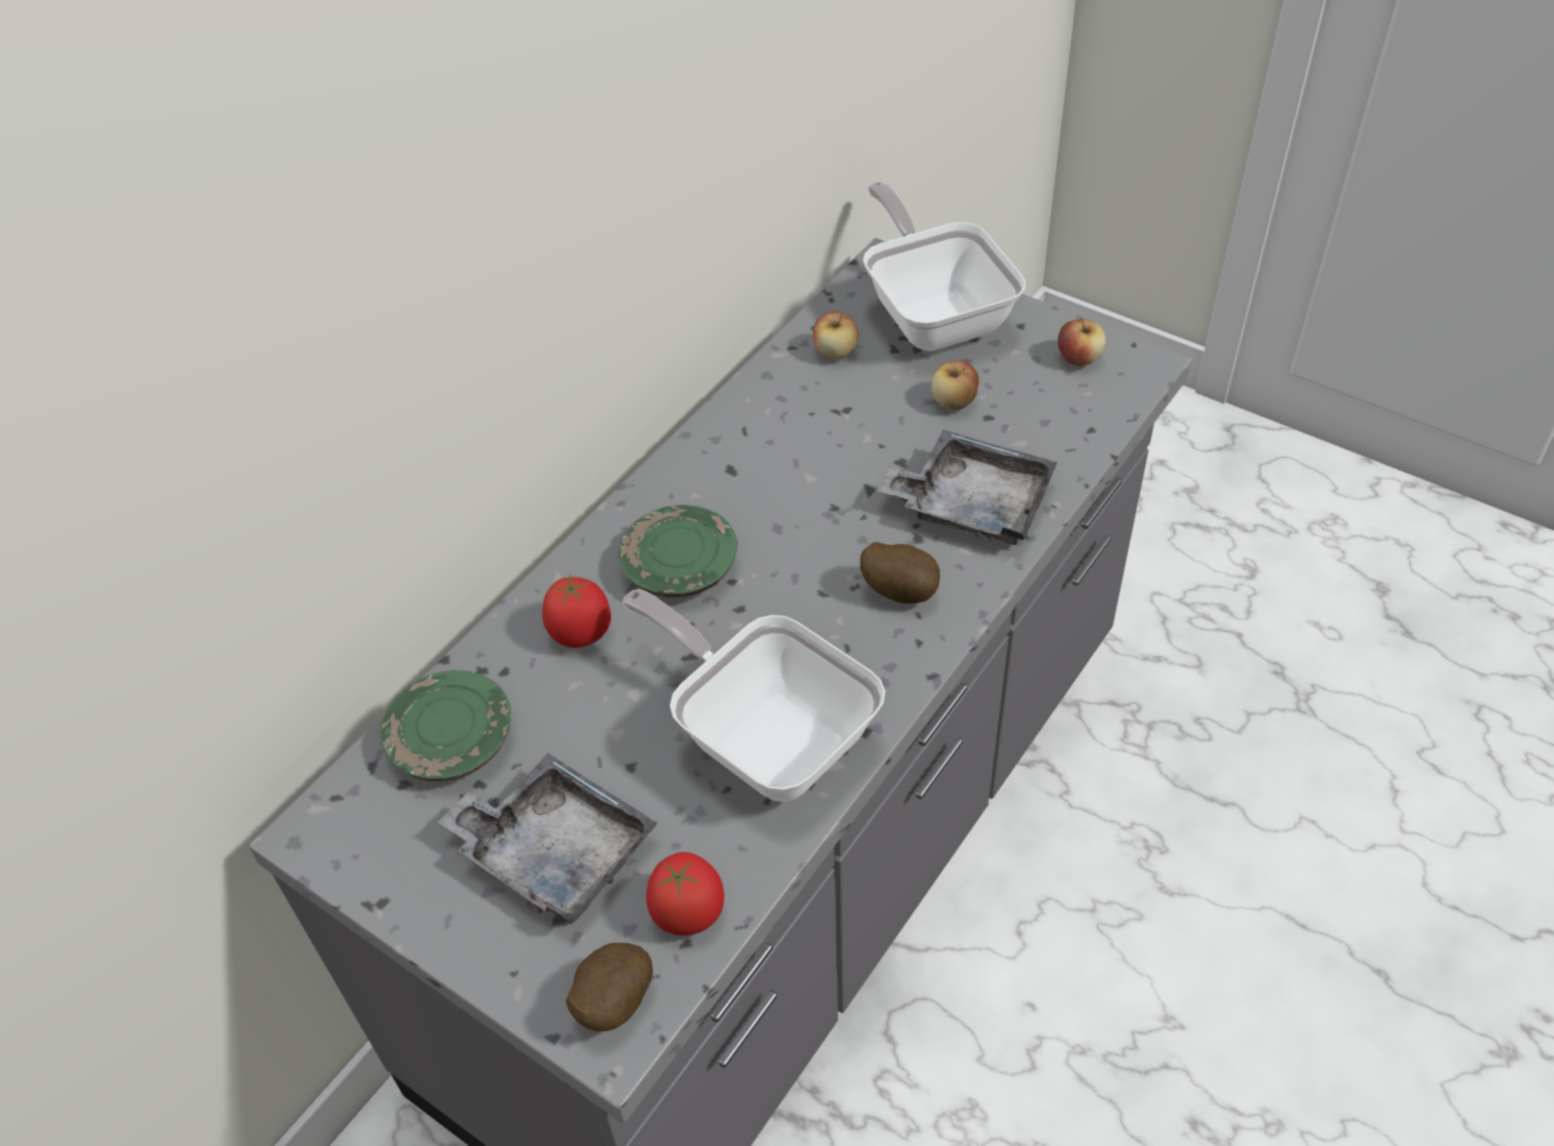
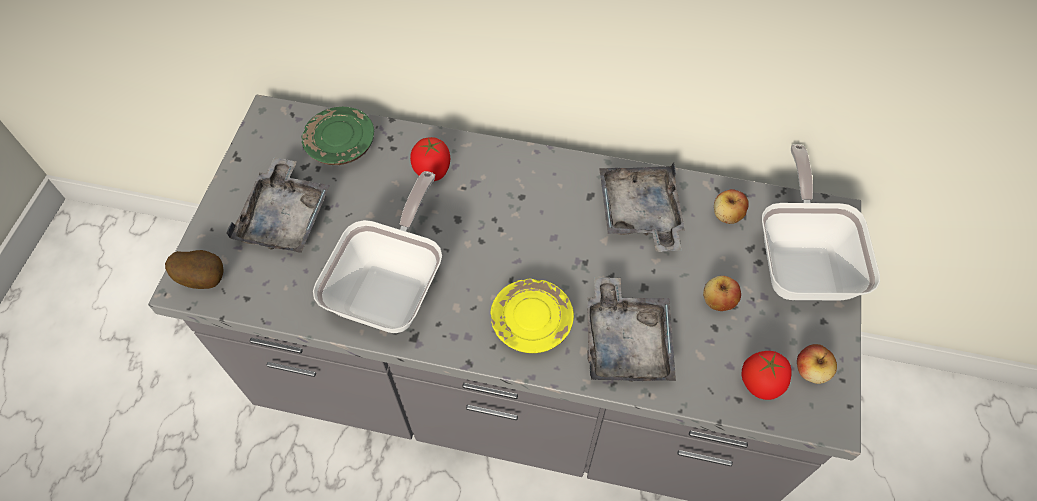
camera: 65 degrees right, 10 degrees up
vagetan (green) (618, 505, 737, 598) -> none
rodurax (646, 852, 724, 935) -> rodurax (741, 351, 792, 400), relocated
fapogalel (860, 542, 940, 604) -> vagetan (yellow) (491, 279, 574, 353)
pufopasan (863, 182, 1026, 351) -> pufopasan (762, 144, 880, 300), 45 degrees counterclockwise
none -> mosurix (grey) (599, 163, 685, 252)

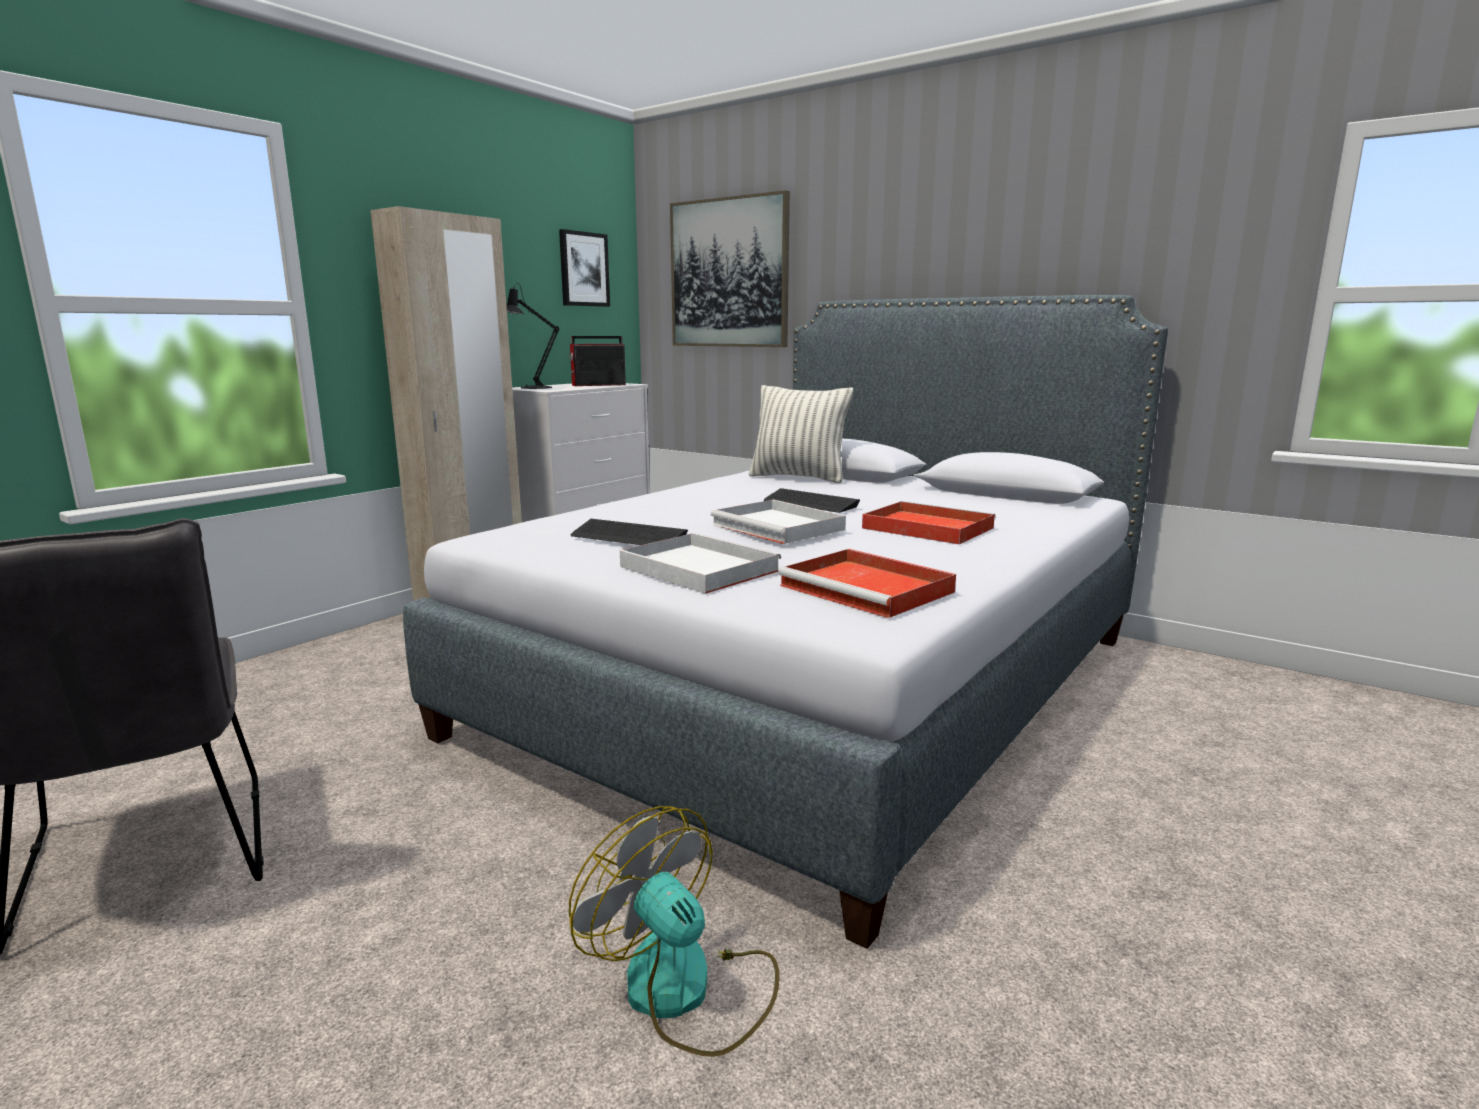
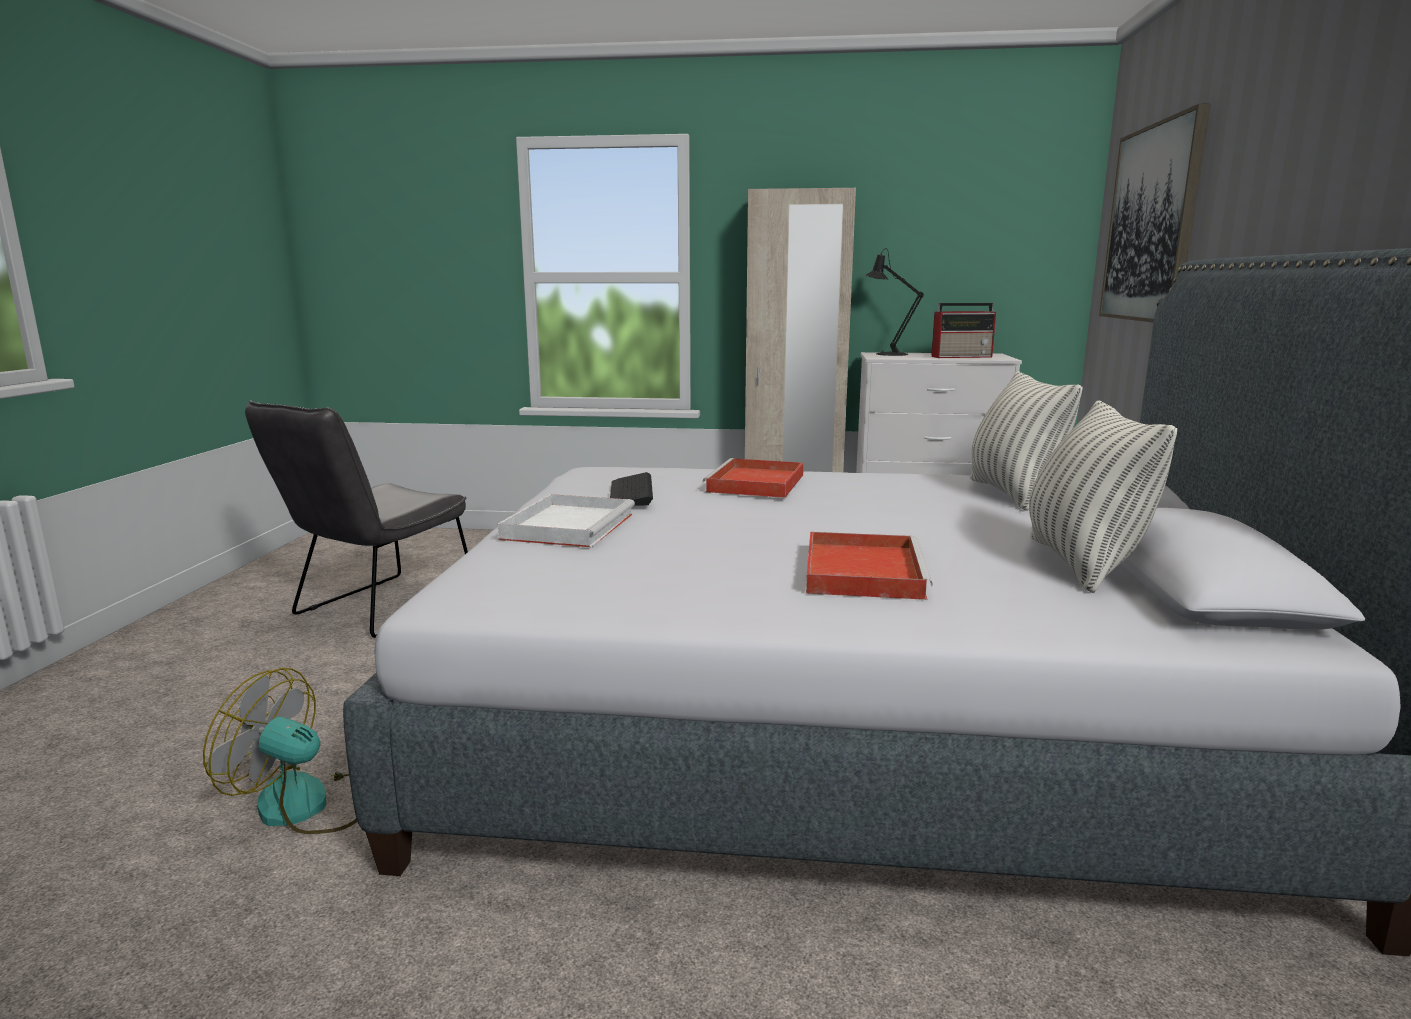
camera: 60 degrees right, 0 degrees up
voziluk (559, 229, 610, 307) -> none
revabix (569, 336, 626, 386) -> revabix (931, 303, 996, 358), 135 degrees clockwise
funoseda (569, 806, 779, 1057) -> funoseda (203, 668, 357, 834), 90 degrees counterclockwise
mosurix (white) (711, 500, 846, 544) -> none
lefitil (764, 488, 860, 513) -> none
mosurix (red) (778, 549, 956, 618) -> mosurix (red) (702, 458, 804, 498), relocated
none -> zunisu (1029, 400, 1177, 593)

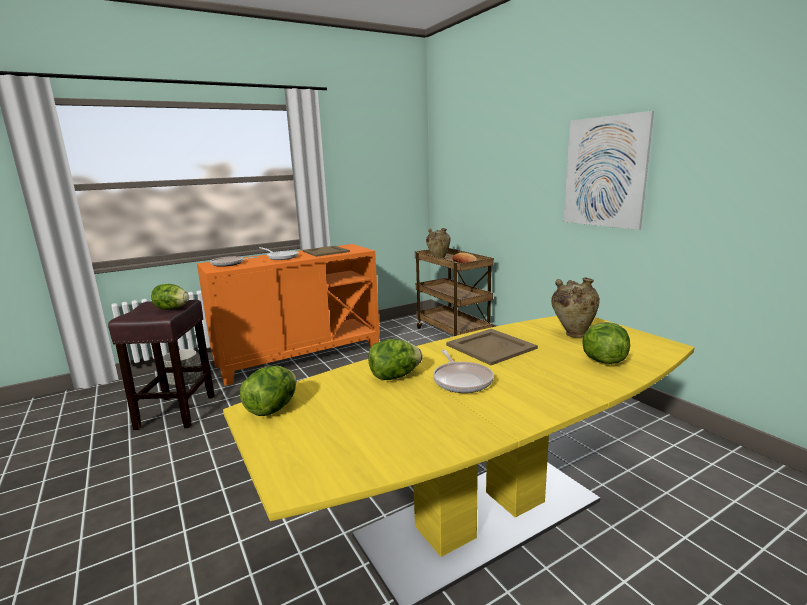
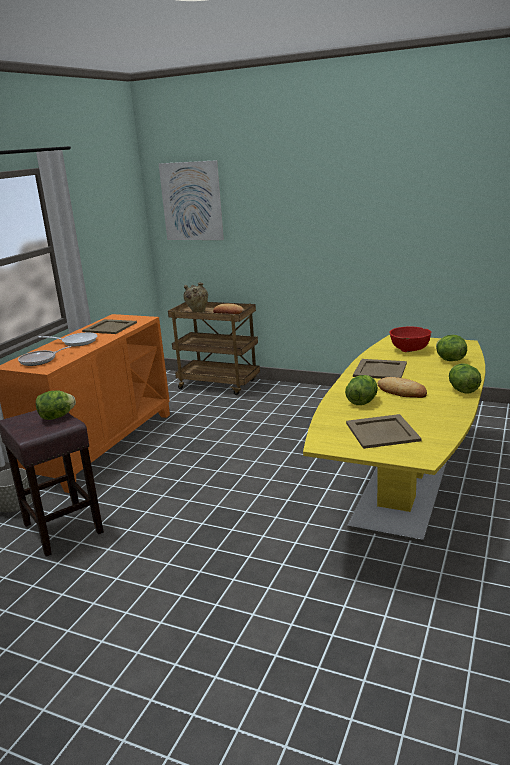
camera: 35 degrees left, 5 degrees up
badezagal (240, 366, 296, 416) -> badezagal (449, 363, 481, 394), relocated
pufopasan (433, 350, 494, 393) -> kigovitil (378, 377, 427, 398)
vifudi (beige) (551, 277, 600, 337) -> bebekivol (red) (389, 327, 432, 352)
voziluk (564, 111, 654, 230) -> voziluk (159, 160, 224, 240), relocated
none -> mosurix (beige) (346, 414, 422, 449)

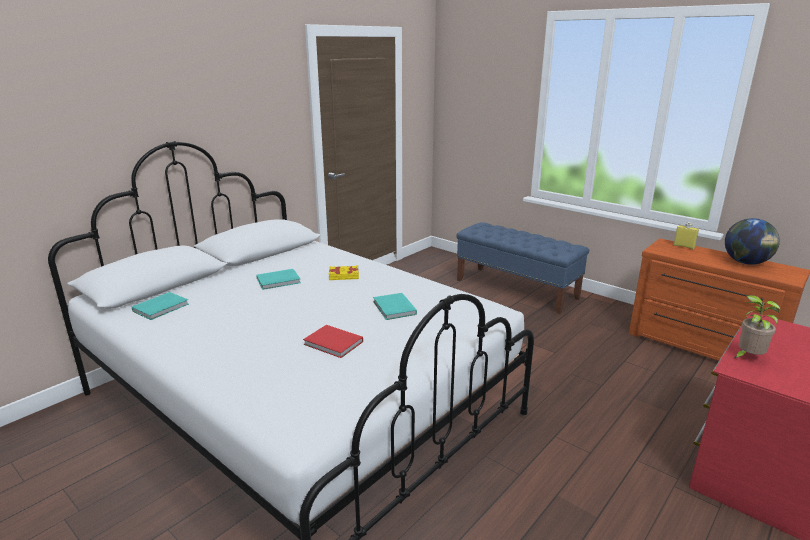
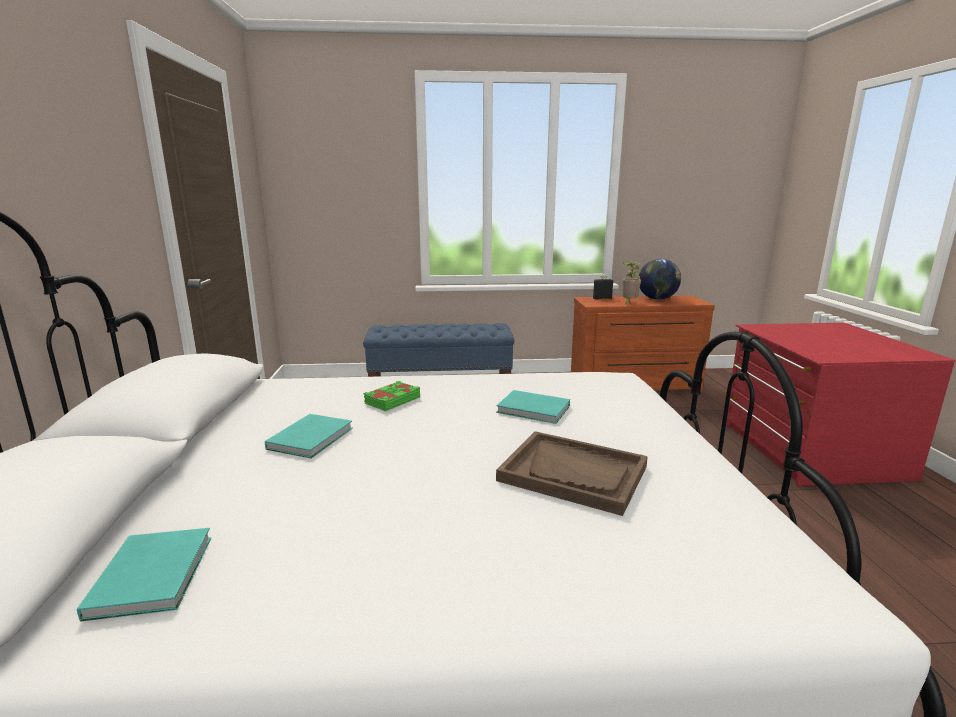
camera: 45 degrees left, 5 degrees down
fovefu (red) (303, 325, 363, 358) -> mosurix (brown) (496, 431, 648, 516)
fovefu (yellow) (329, 265, 359, 280) -> fovefu (green) (364, 381, 420, 411)
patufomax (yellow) (673, 222, 699, 249) -> patufomax (black) (593, 274, 613, 299)
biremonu (733, 295, 780, 359) -> biremonu (622, 261, 642, 305), relocated

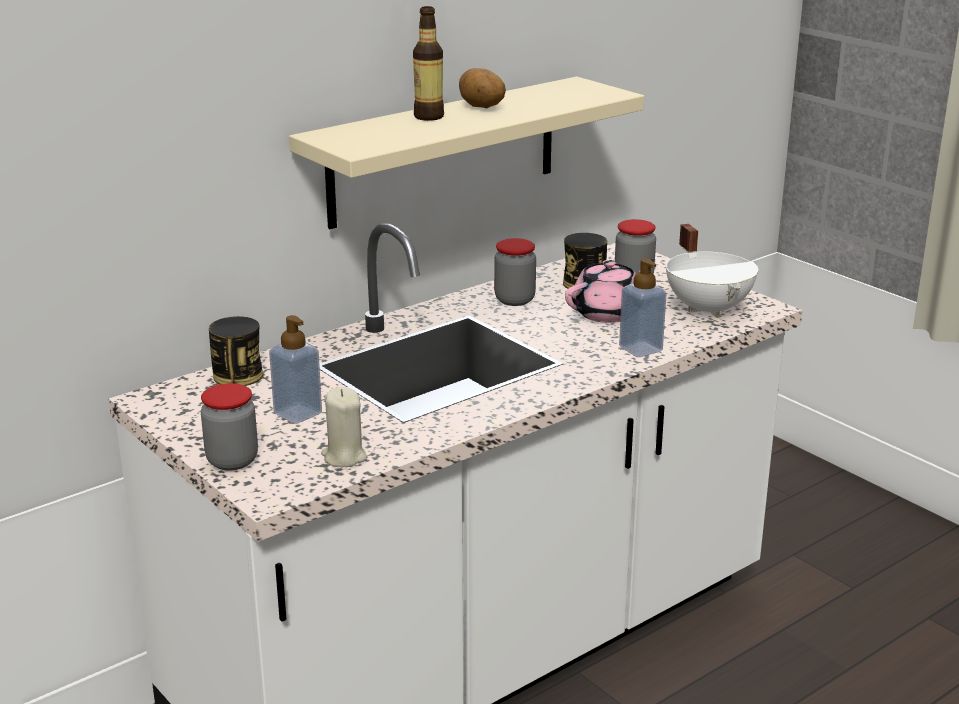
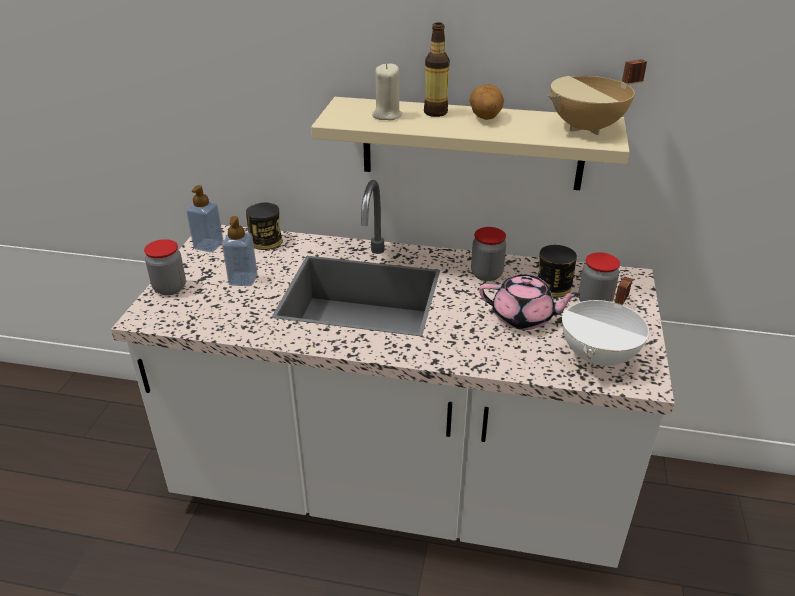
camera: 50 degrees right, 10 degrees up
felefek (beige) (321, 387, 367, 467) -> felefek (beige) (372, 63, 402, 120), relocated
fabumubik (619, 259, 666, 357) -> fabumubik (186, 185, 223, 252), relocated
none -> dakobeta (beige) (548, 59, 647, 135)

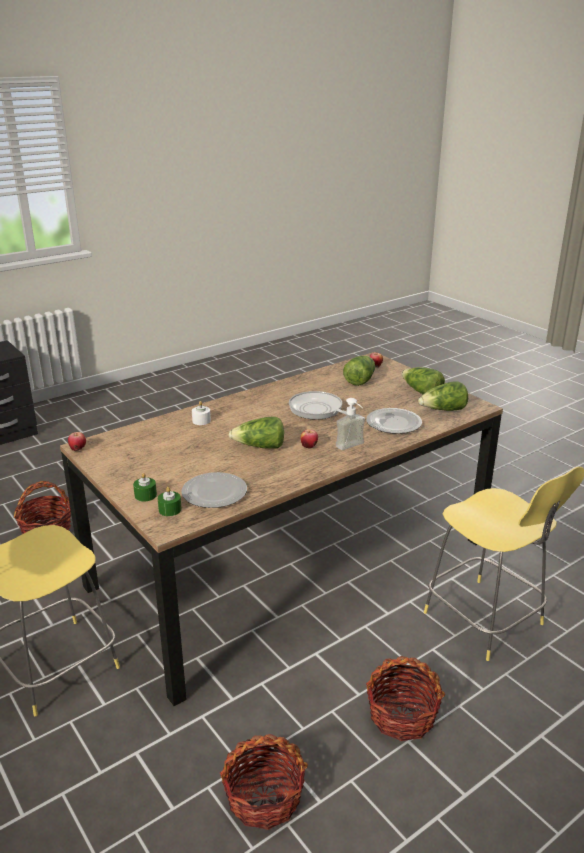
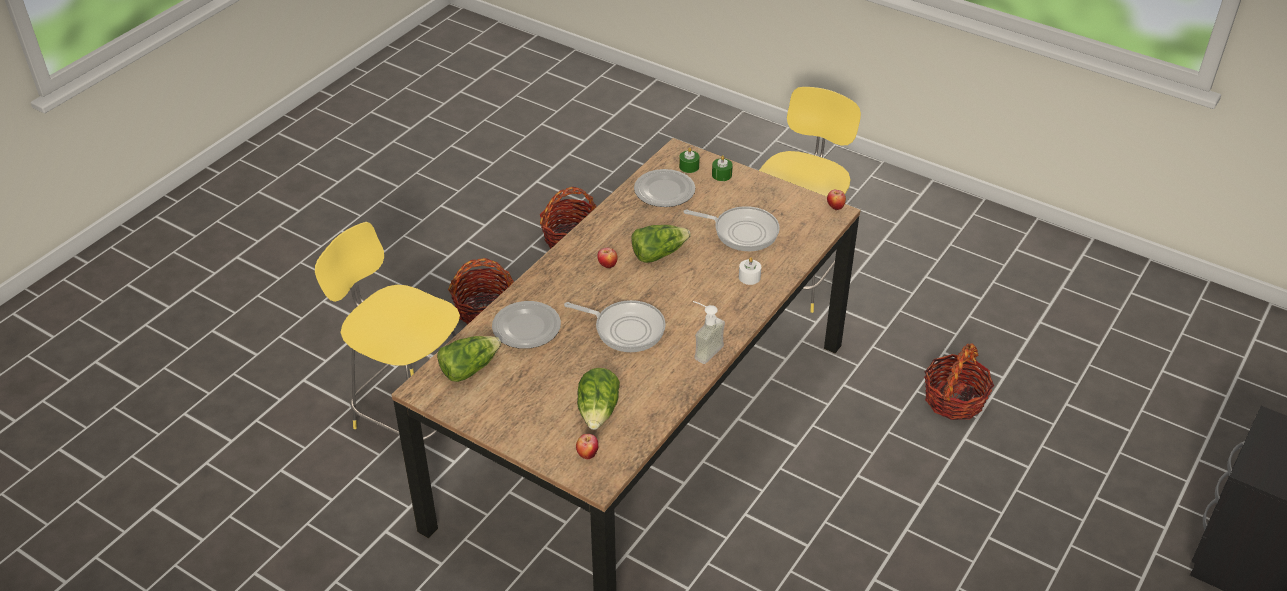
camera: 160 degrees right, 15 degrees up
fabumubik (336, 398, 365, 450) -> fabumubik (693, 301, 725, 364), relocated
badezagal (401, 367, 445, 394) -> none
none -> pufopasan (683, 206, 780, 251)

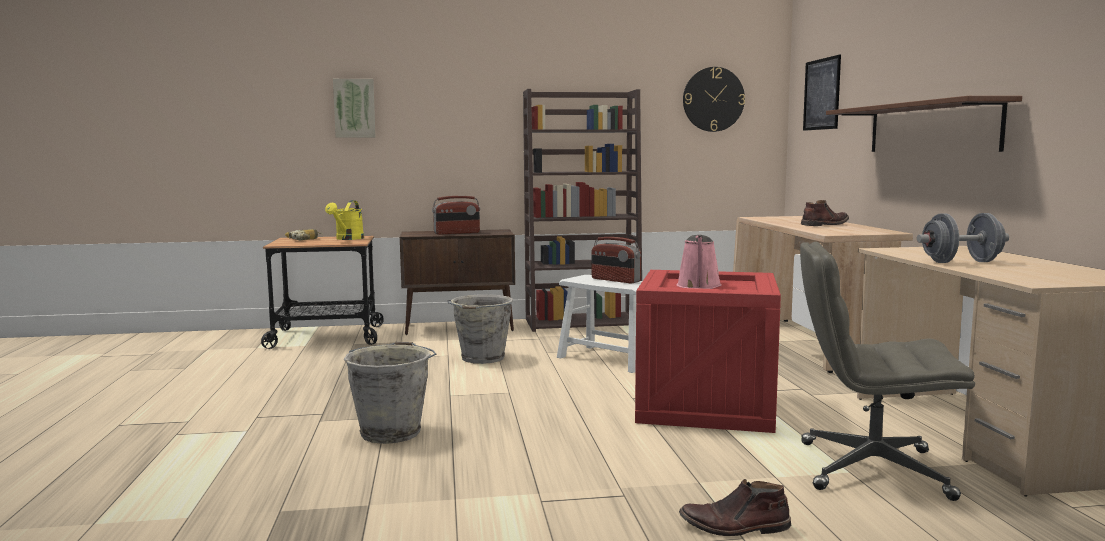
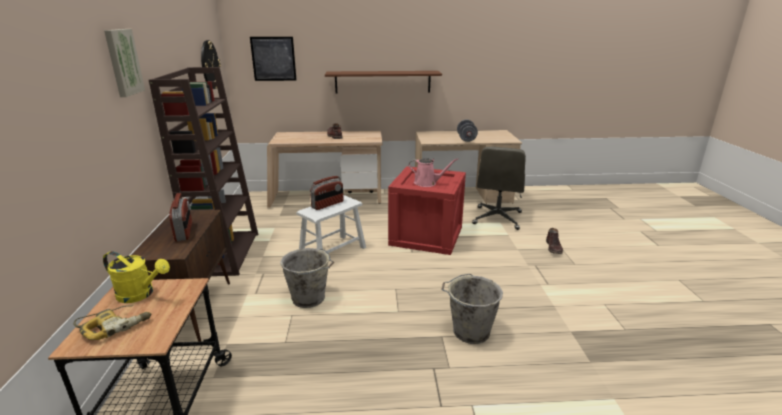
camera: 85 degrees left, 15 degrees up
voziluk (333, 79, 376, 138) -> voziluk (104, 29, 145, 97), relocated

